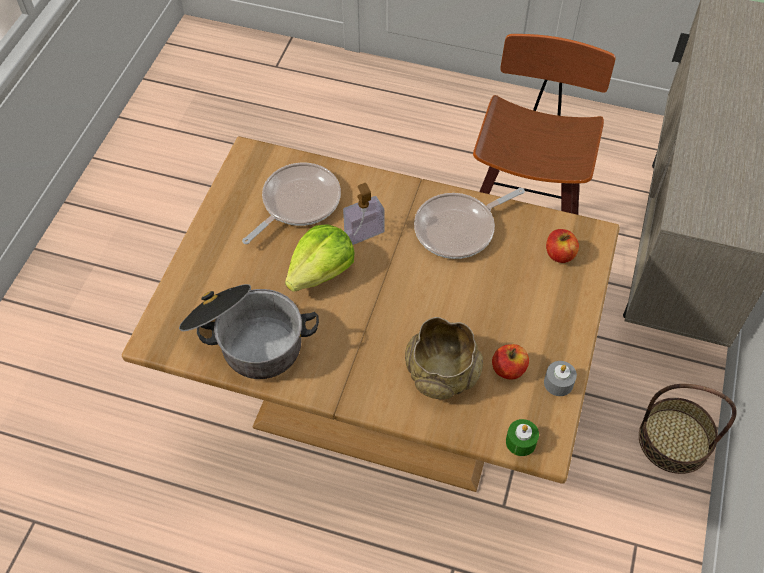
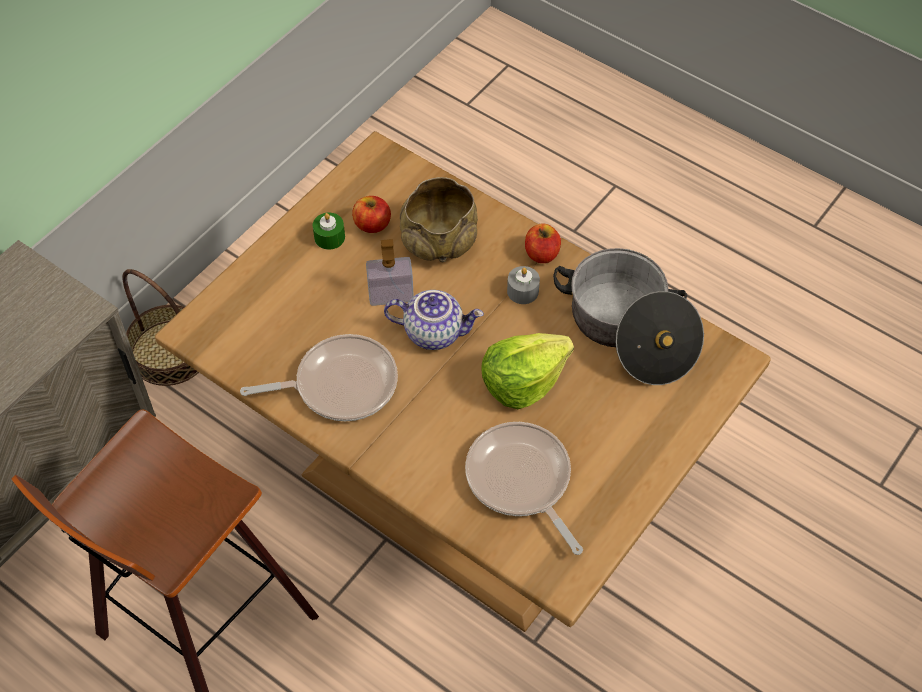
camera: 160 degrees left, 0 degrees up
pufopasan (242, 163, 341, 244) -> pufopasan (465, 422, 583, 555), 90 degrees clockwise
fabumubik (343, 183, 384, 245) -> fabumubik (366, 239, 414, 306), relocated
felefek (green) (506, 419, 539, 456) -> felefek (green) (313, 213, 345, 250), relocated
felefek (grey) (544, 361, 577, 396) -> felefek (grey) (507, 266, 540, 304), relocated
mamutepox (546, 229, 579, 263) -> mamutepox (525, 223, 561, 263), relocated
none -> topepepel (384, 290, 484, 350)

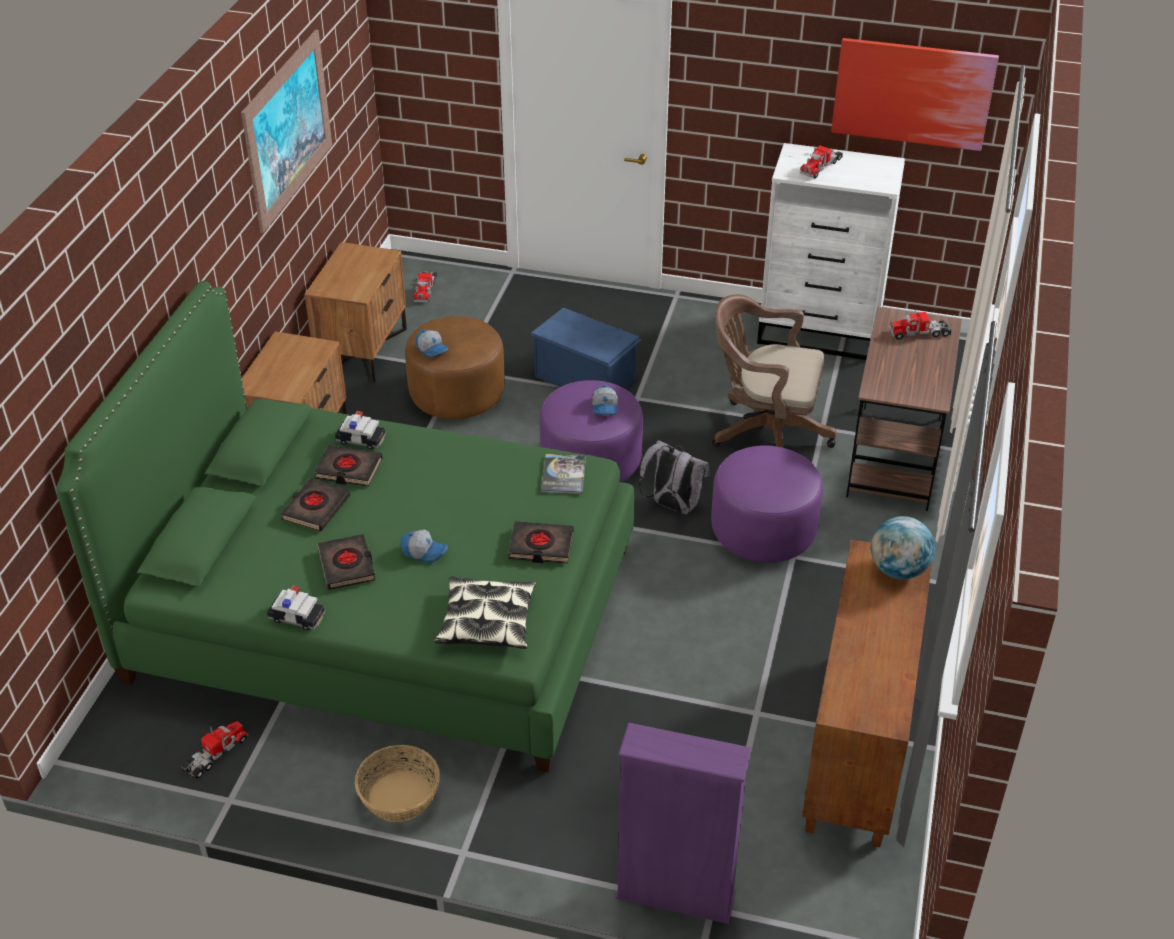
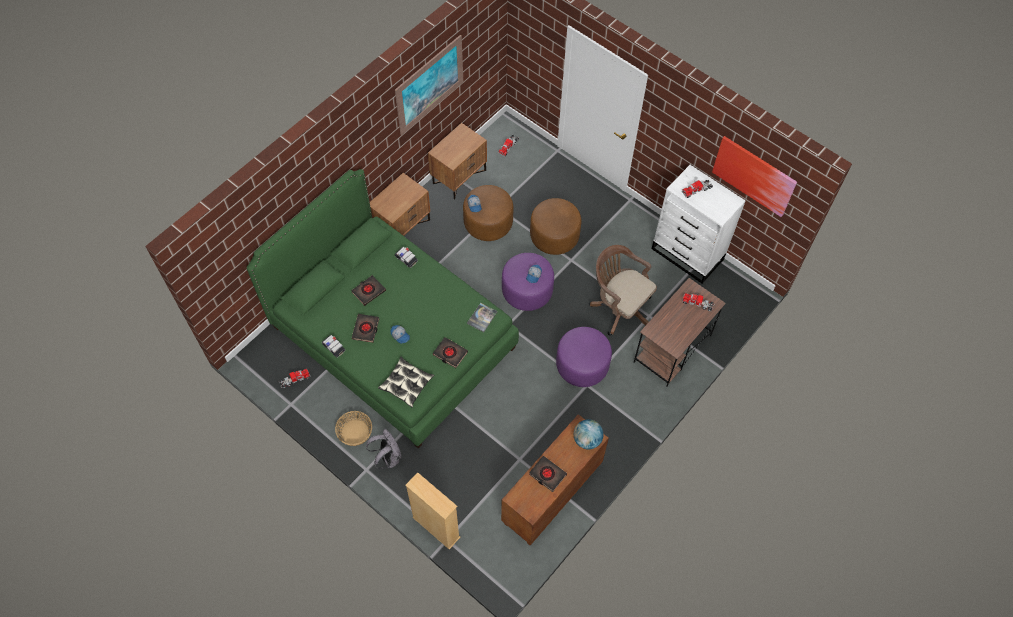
camera: 25 degrees right, 20 degrees up
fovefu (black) (314, 445, 382, 486) -> fovefu (black) (529, 456, 567, 492), relocated
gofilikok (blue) (531, 307, 642, 389) -> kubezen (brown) (530, 198, 581, 255)
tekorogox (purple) (615, 723, 752, 924) -> tekorogox (beige) (405, 472, 460, 550)
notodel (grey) (639, 440, 709, 514) -> notodel (grey) (366, 429, 402, 469), relocated

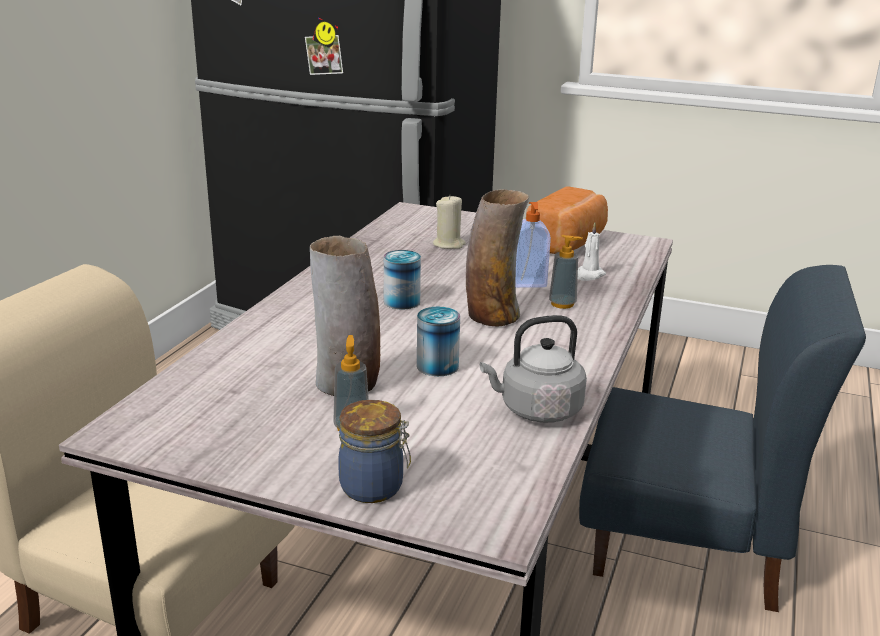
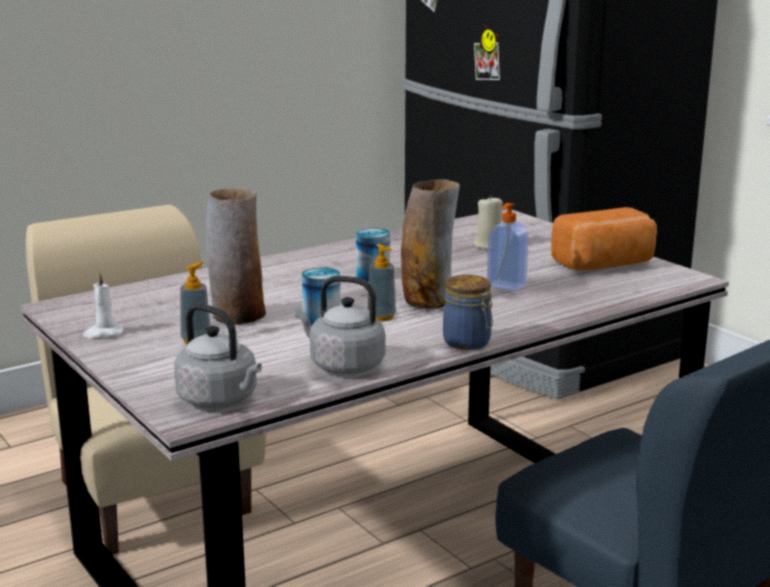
camera: 35 degrees right, 5 degrees down
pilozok (338, 400, 411, 503) -> pilozok (443, 275, 493, 350), relocated
fabumubik (549, 235, 583, 309) -> fabumubik (368, 244, 396, 321), relocated
felefek (white) (578, 223, 606, 281) -> felefek (white) (83, 271, 124, 338), relocated
none -> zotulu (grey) (174, 304, 262, 408)

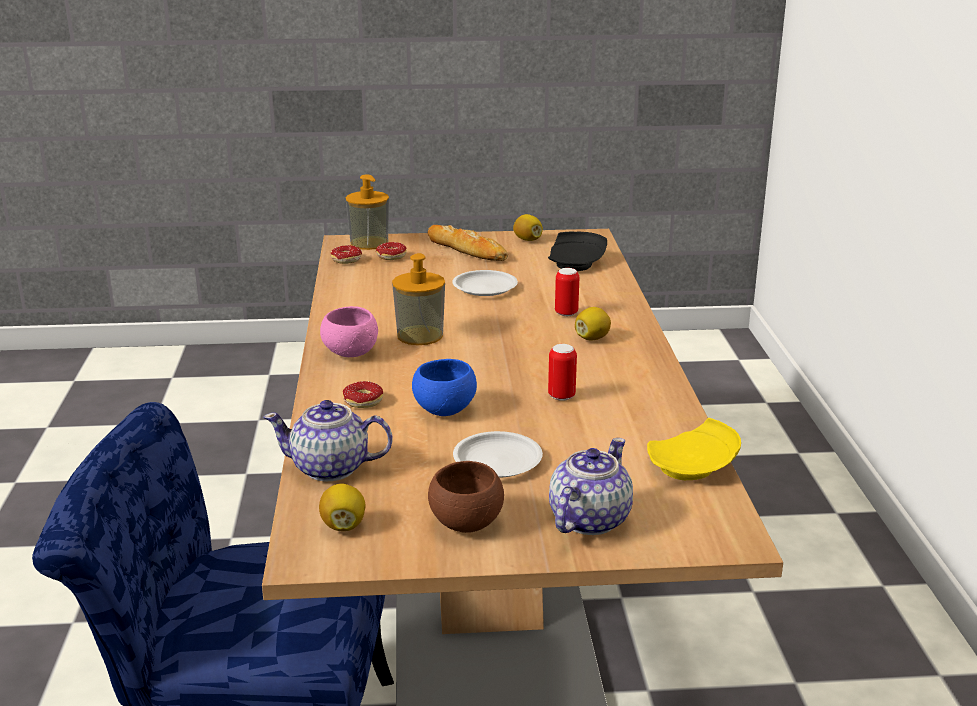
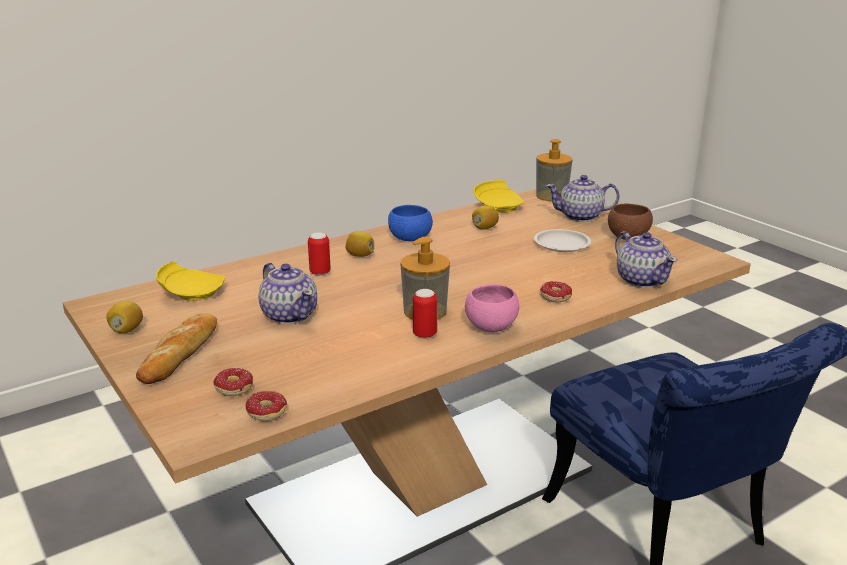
camera: 120 degrees left, 0 degrees up
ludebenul (319, 484, 366, 531) -> ludebenul (472, 205, 499, 230), relocated
fabumubik (345, 175, 389, 250) -> fabumubik (536, 139, 573, 201), relocated
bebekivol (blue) (412, 359, 477, 416) -> bebekivol (blue) (388, 205, 433, 241), relocated
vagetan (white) (452, 270, 518, 296) -> topepepel (259, 263, 317, 324)
vagetan (black) (548, 231, 607, 271) -> vagetan (yellow) (156, 261, 225, 301)
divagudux (548, 344, 577, 401) -> divagudux (413, 289, 437, 338), relocated

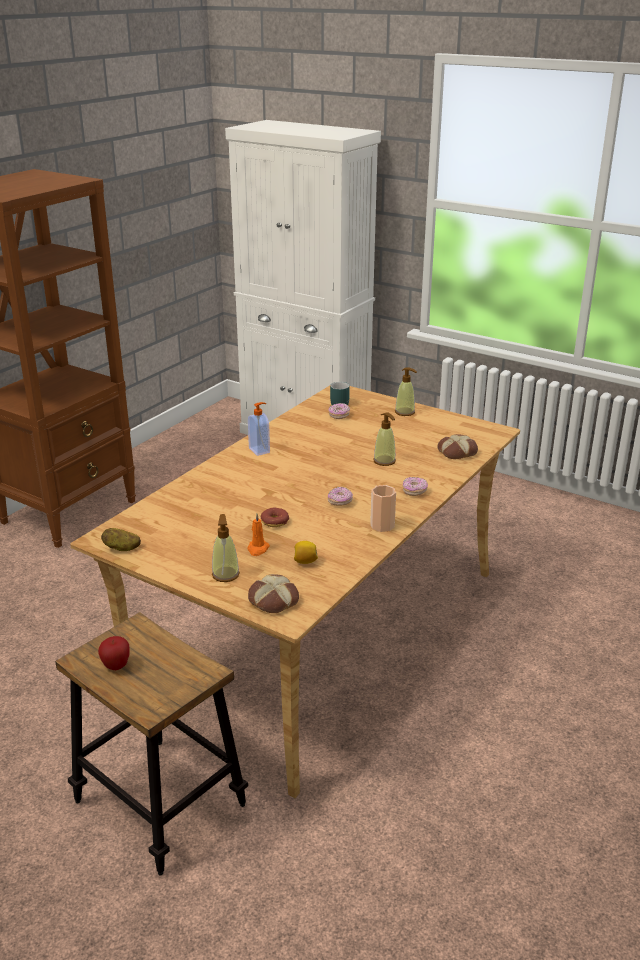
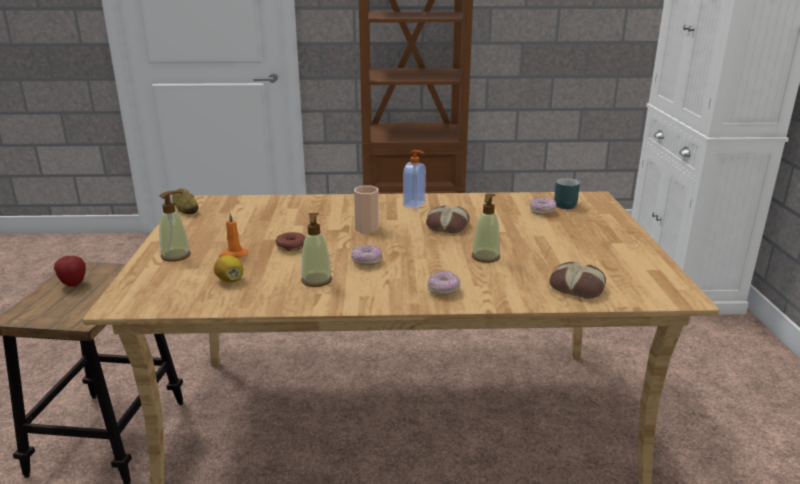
camera: 55 degrees right, 5 degrees down
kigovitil (248, 574, 299, 613) -> kigovitil (426, 205, 470, 233), relocated
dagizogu (370, 485, 396, 532) -> dagizogu (354, 186, 379, 233), relocated
fabumubik (395, 367, 417, 416) -> fabumubik (301, 213, 332, 287), relocated

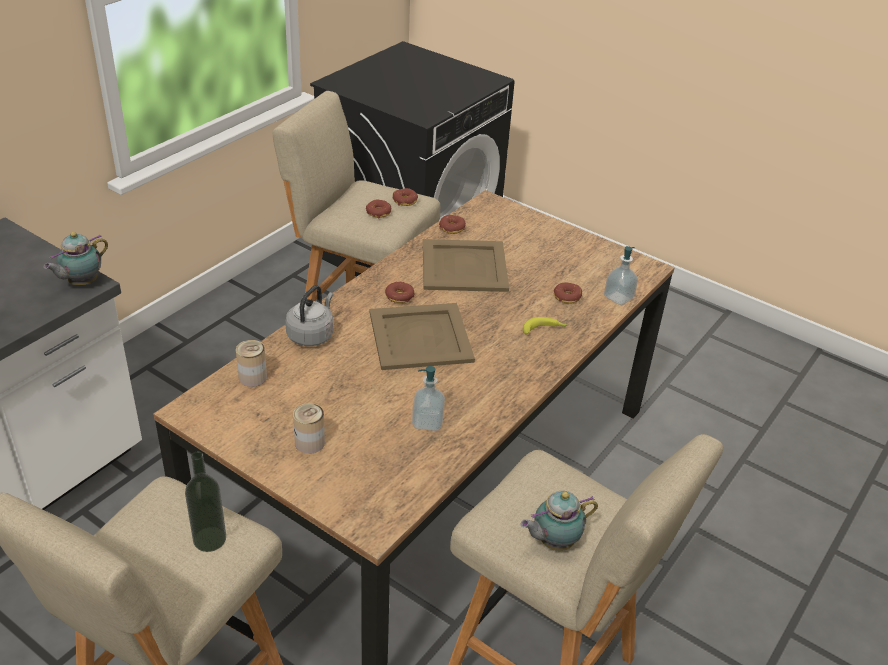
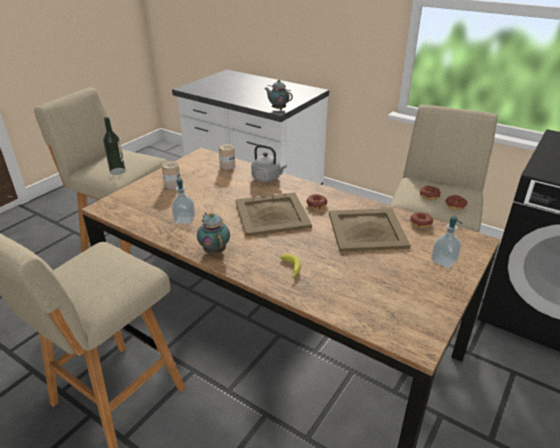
camera: 90 degrees right, 5 degrees down
topepepel (520, 491, 598, 551) -> topepepel (197, 212, 230, 254), relocated
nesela (554, 283, 582, 304) -> none
fabumubik (604, 246, 638, 305) -> fabumubik (431, 216, 462, 268), relocated

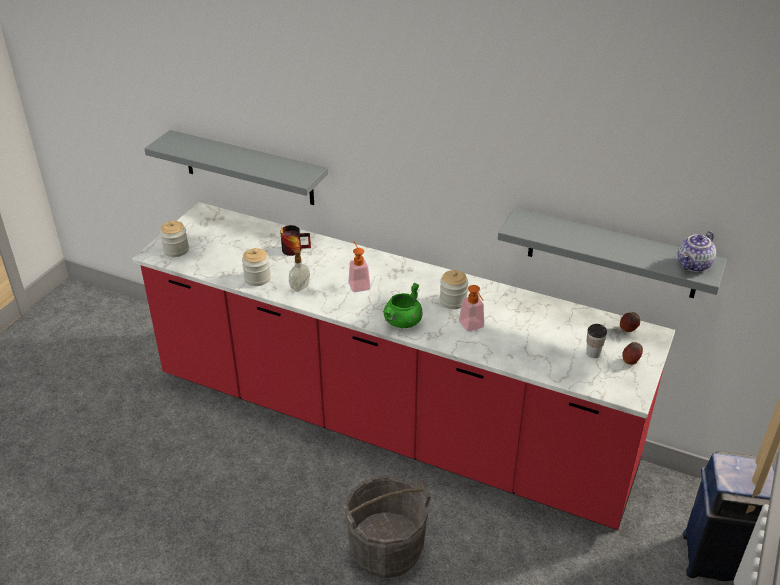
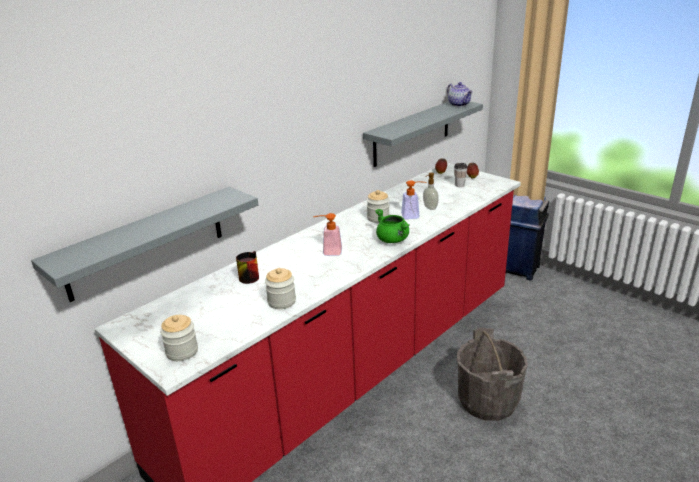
camera: 70 degrees left, 10 degrees down
fabumubik (289, 249, 310, 292) -> fabumubik (423, 173, 439, 210), relocated

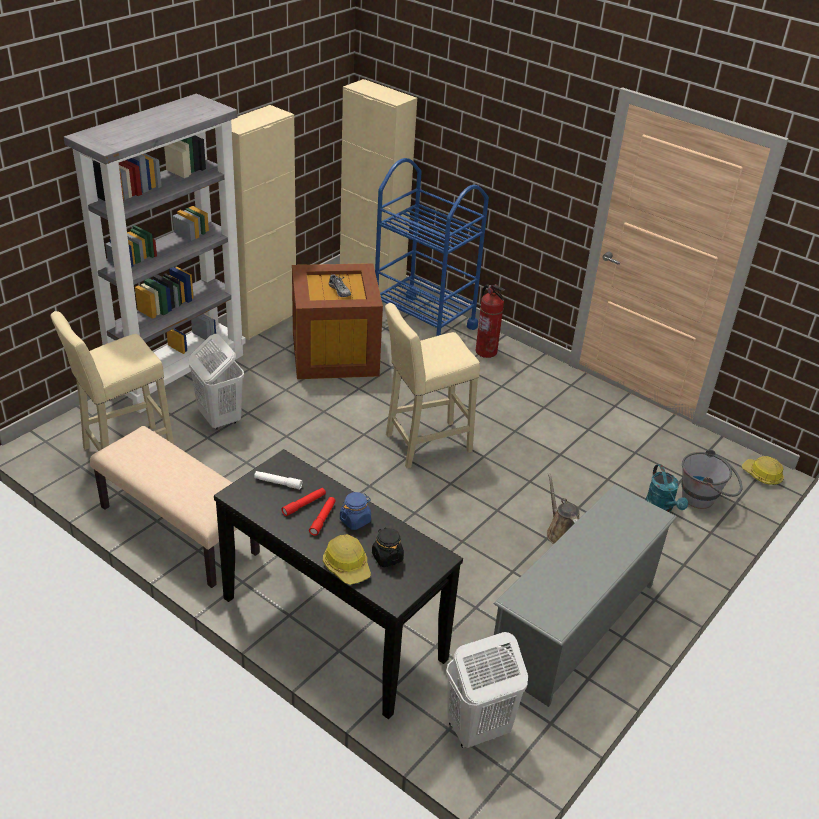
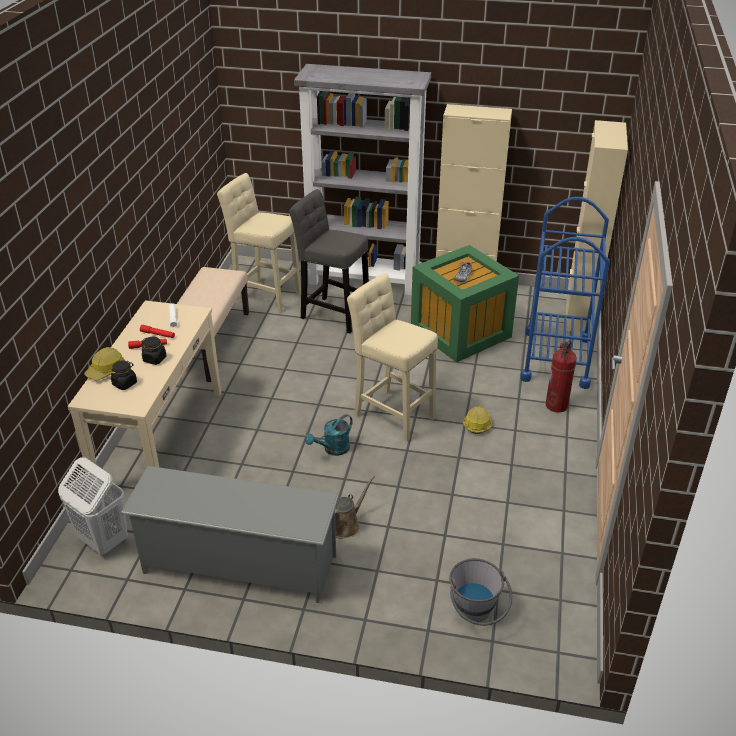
camera: 65 degrees right, 0 degrees up
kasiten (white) (189, 334, 244, 430) -> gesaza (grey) (289, 189, 369, 334)
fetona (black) (214, 449, 463, 719) -> fetona (beige) (68, 300, 221, 472)
gofilikok (brown) (292, 263, 383, 379) -> gofilikok (green) (411, 245, 519, 363)
pilozok (blue) (340, 492, 371, 530) -> pilozok (black) (141, 337, 167, 365)
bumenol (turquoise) (646, 464, 688, 512) -> bumenol (turquoise) (305, 414, 353, 456), relocated
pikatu (742, 456, 784, 485) -> pikatu (463, 407, 492, 434), relocated

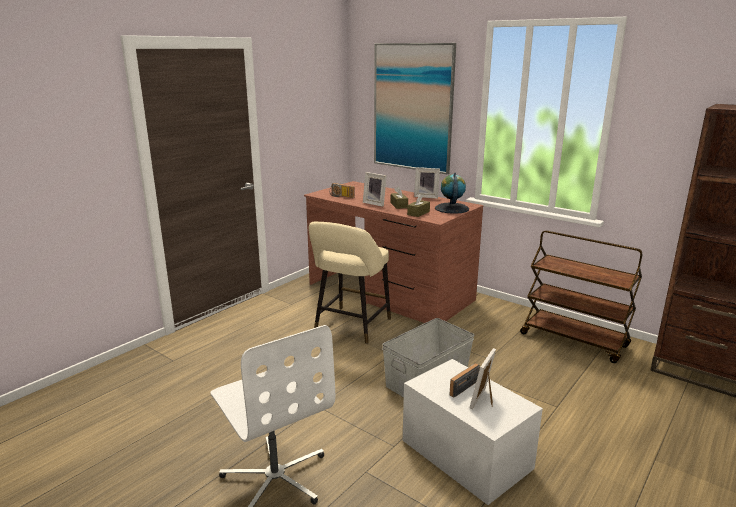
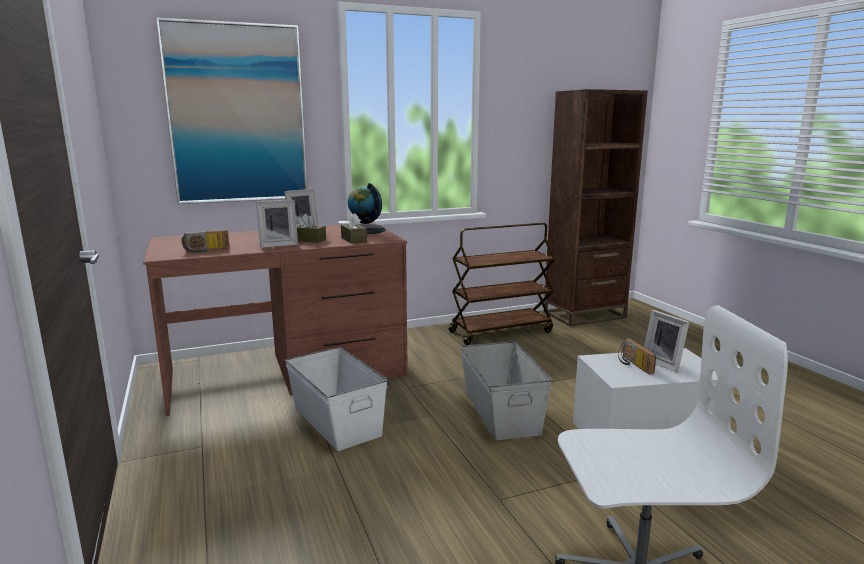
camera: 60 degrees left, 5 degrees down
gesaza (beige) (309, 222, 391, 344) -> gofilikok (white) (285, 347, 388, 451)

